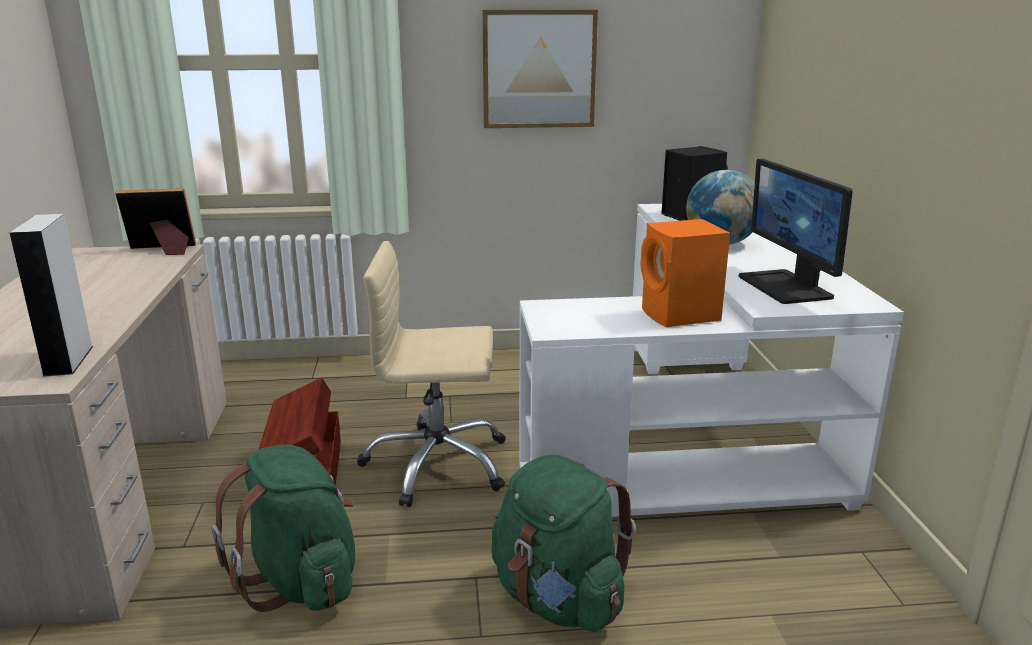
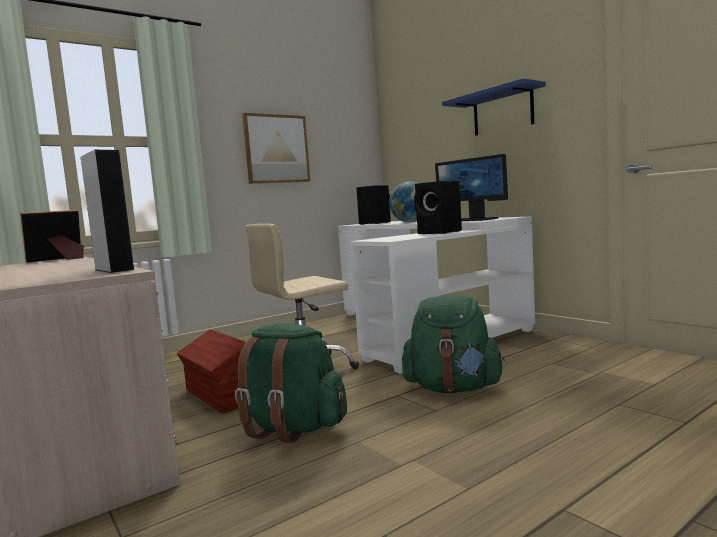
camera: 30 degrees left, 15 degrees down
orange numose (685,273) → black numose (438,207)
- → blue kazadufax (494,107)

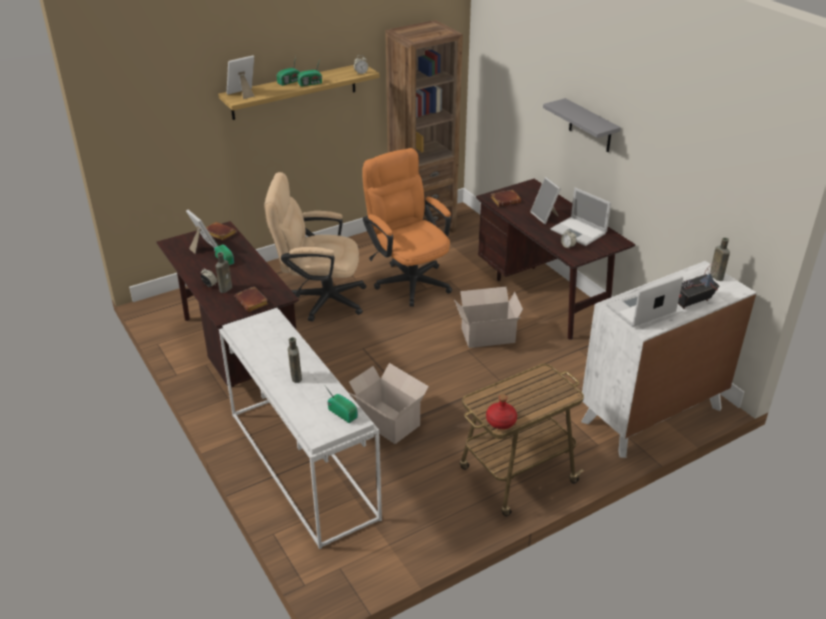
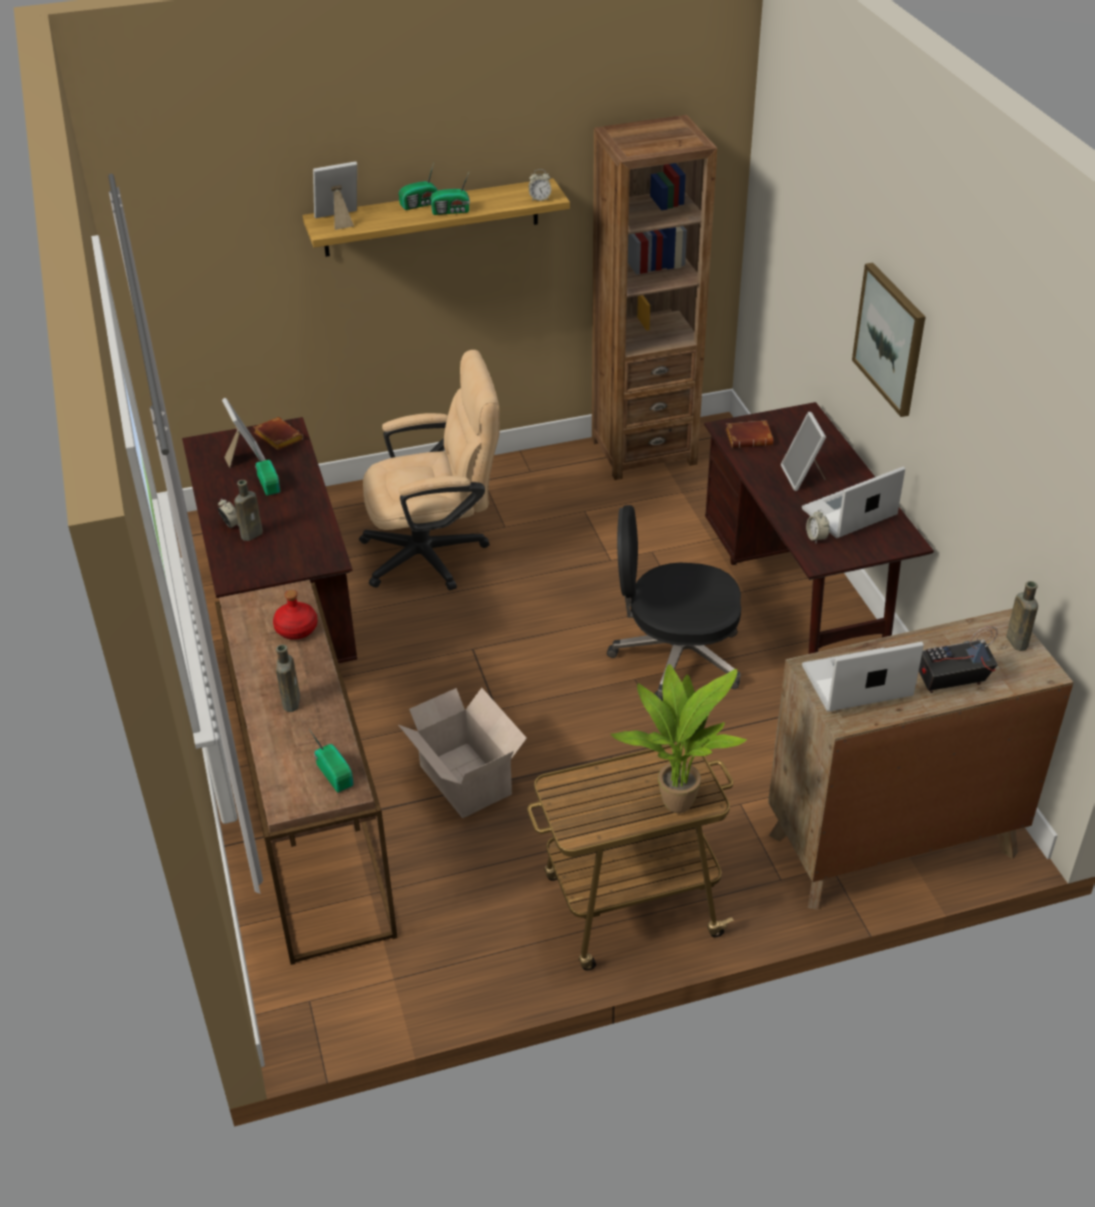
camera: 15 degrees right, 5 degrees up
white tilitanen (300,428) → brown tilitanen (306,772)
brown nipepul (251,299) → -
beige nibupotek (315,247) → beige nibupotek (429,470), 150 degrees clockwise
orange nibupotek (407,227) → -
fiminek (488,317) → black nibupotek (674,603)
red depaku (501,411) → red depaku (295,615), relocated
grey kazadufax (582,125) → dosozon (888,340)
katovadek (580,217) → katovadek (853,502), 90 degrees clockwise
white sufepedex (669,359) → brown sufepedex (921,759)
- → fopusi (679,738)

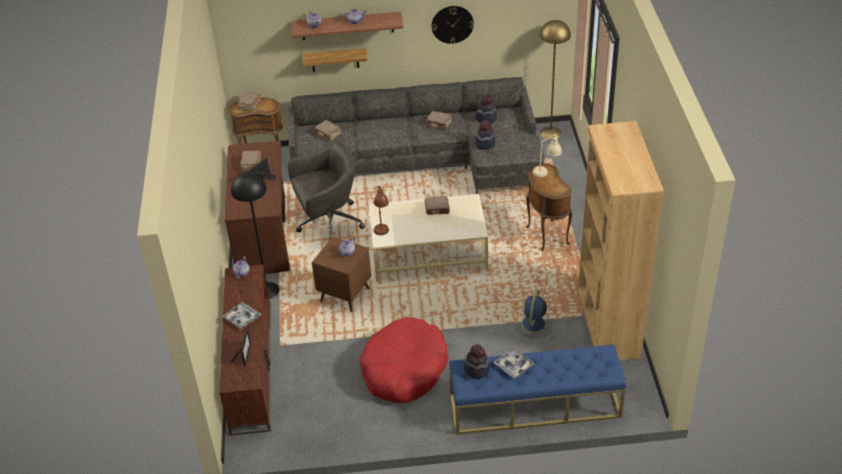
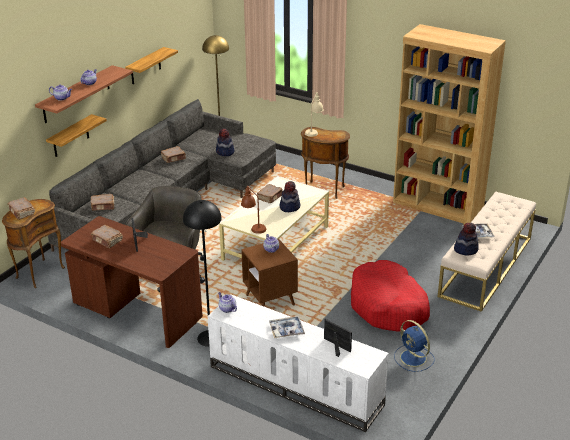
camera: 55 degrees left, 10 degrees down
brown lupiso (245,350) → white lupiso (298,363)
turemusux (453,25) → kazadufax (151,65)
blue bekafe (537,389) → beige bekafe (487,252)
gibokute (486,109) → gibokute (290,196), relocated
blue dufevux (534,313) → blue dufevux (414,346), relocated

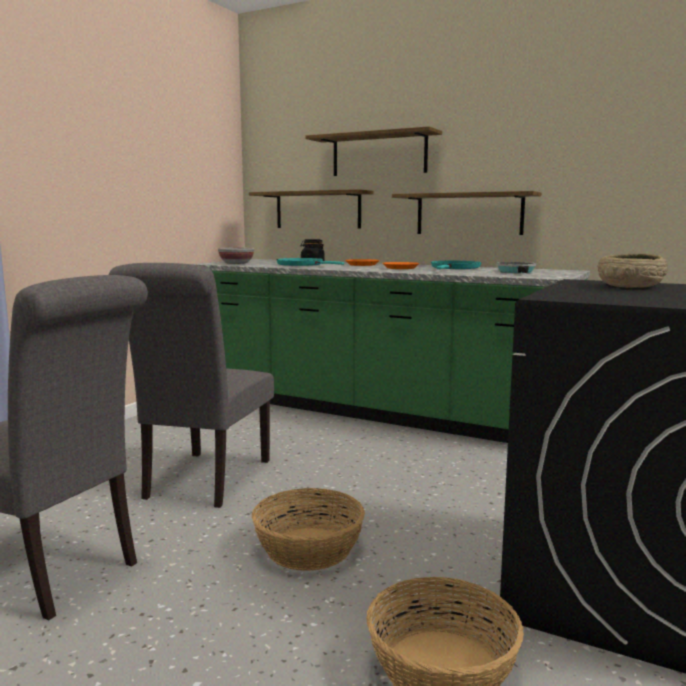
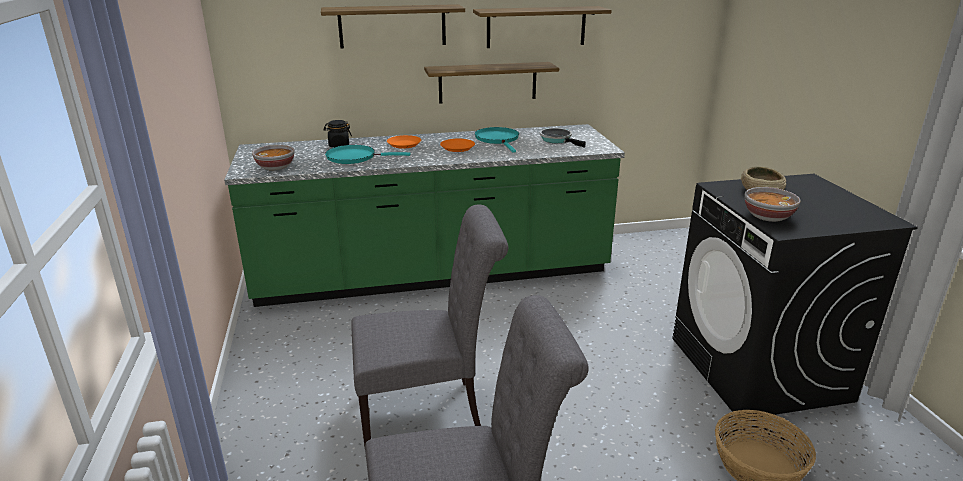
camera: 40 degrees left, 15 degrees up
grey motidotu (191,385) → grey motidotu (429,326), 75 degrees counterclockwise
kazadufax (311,209) → kazadufax (542,27), relocated
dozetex (308,529) → -
- → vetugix (772,204)

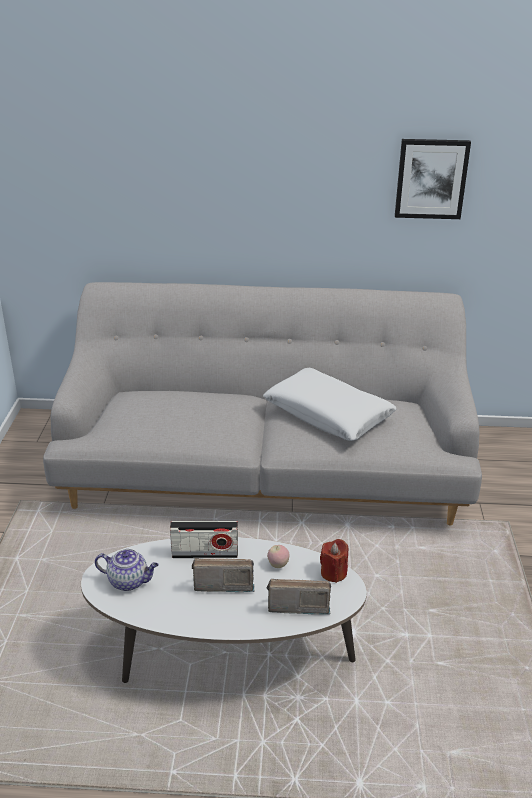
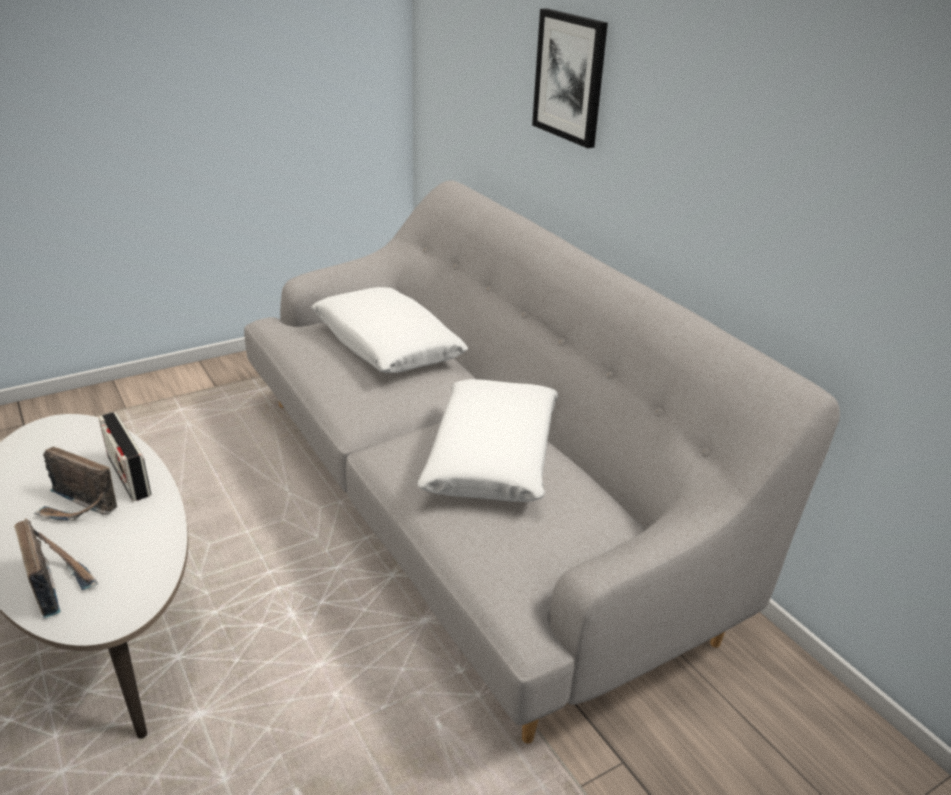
camera: 55 degrees right, 0 degrees up
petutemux (127,570) → -
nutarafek (223,575) → nutarafek (76,484), 150 degrees clockwise
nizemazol (278,556) → -
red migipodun (334,561) → -
dosozon (433,179) → dosozon (570,78), relocated
- → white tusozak (390,330)

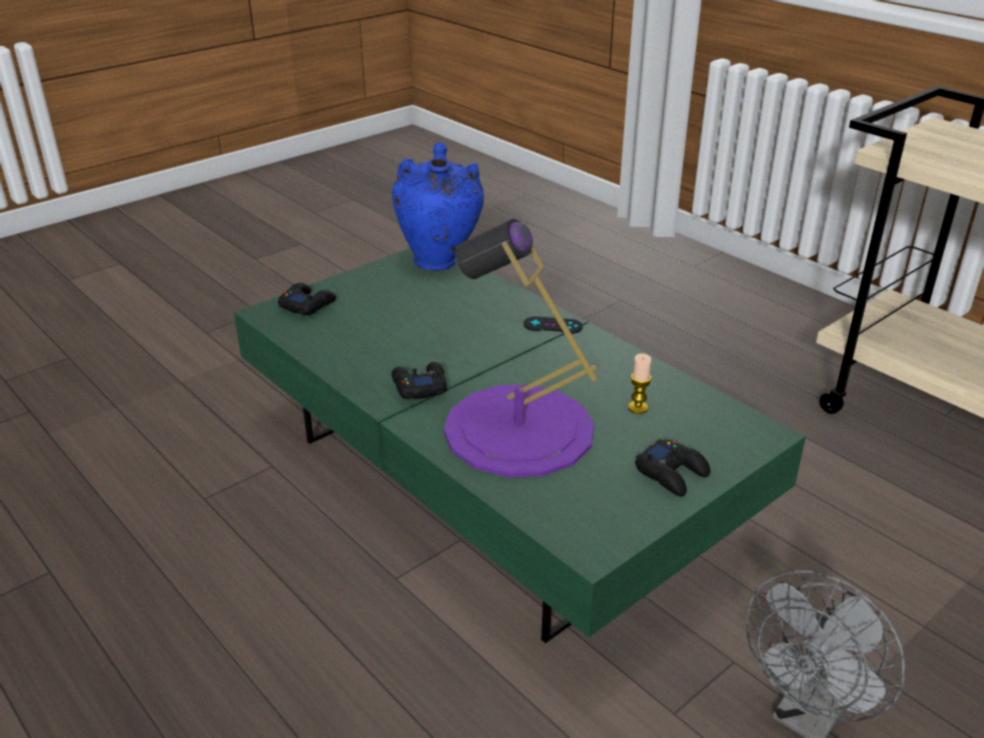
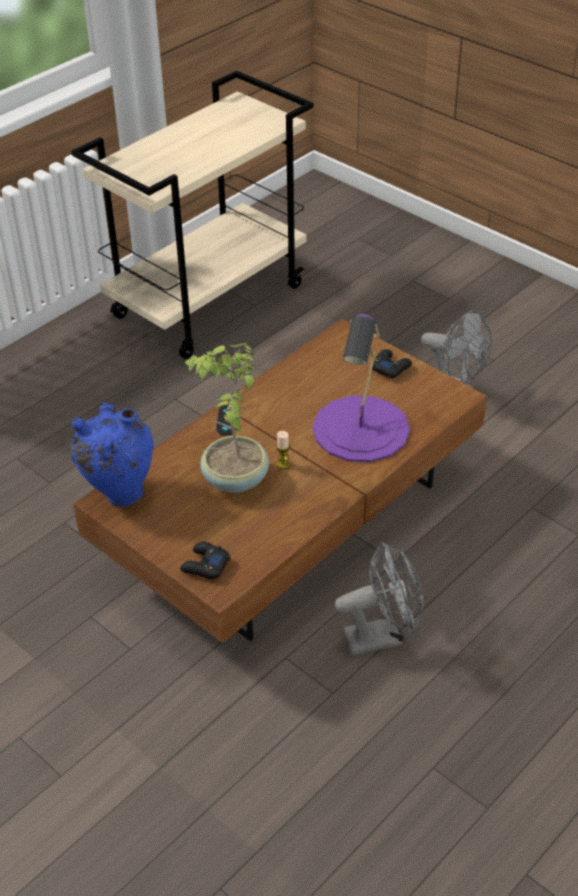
camera: 95 degrees left, 10 degrees up
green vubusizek (520,445) → brown vubusizek (280,481)
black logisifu (419,380) → -
migipodun (640,383) → migipodun (283,450), relocated
- → fopusi (227,418)
- → grey dufevux (379,599)

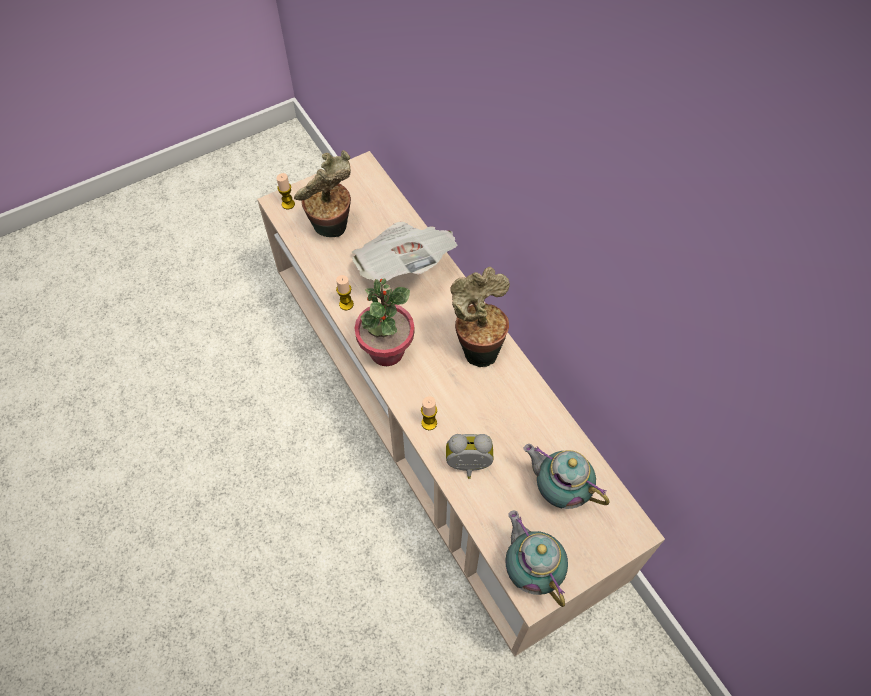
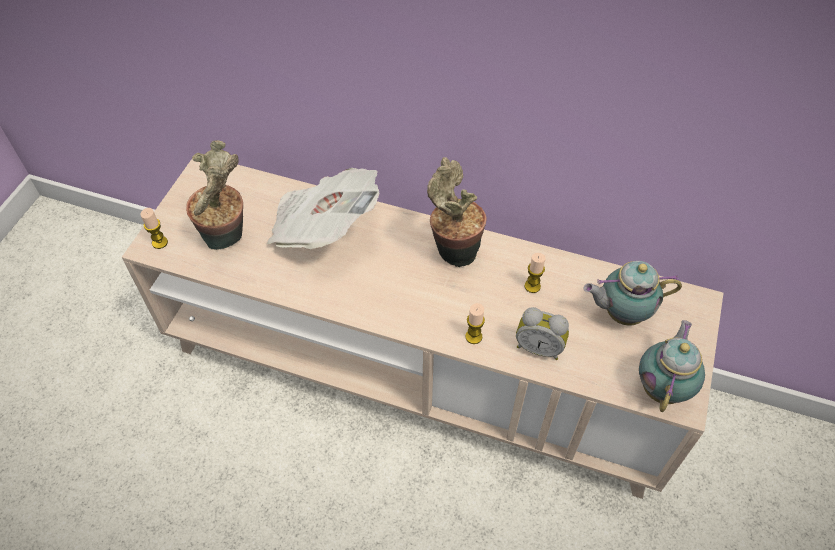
camera: 40 degrees left, 5 degrees down
migipodun (345,293) → migipodun (535,273), relocated
fopusi (385,322) → -
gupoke (470,456) → gupoke (542,333), 120 degrees counterclockwise
petutemux (537,559) → petutemux (672,366), 90 degrees clockwise

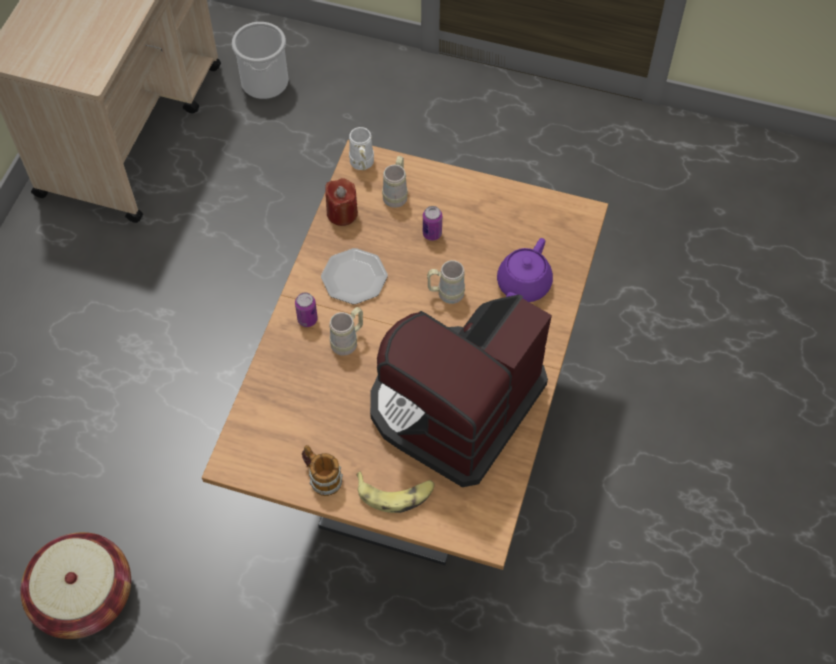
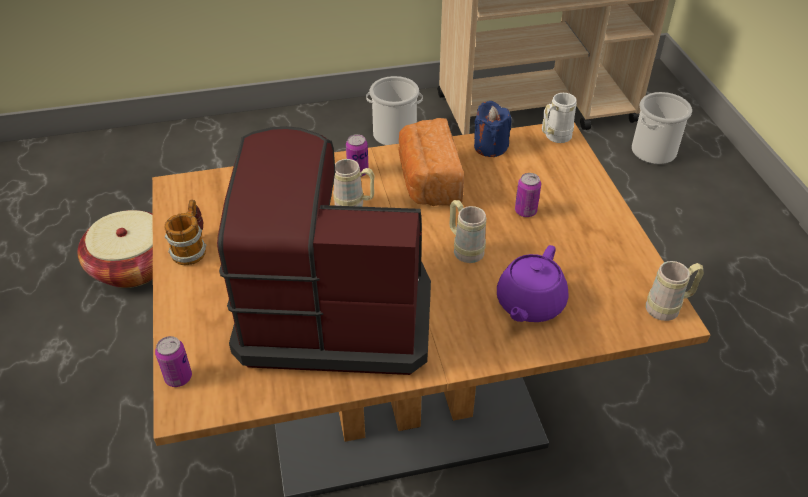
camera: 60 degrees right, 15 degrees down
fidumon (354,276) → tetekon (431,162)
red migipodun (341,202) → blue migipodun (493,129)
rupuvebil (395,492) → -
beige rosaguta (395,182) → beige rosaguta (675,291), relocated
purple petutemux (525,270) → purple petutemux (533,283), 60 degrees counterclockwise
- → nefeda (173,361)
- → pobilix (394,110)

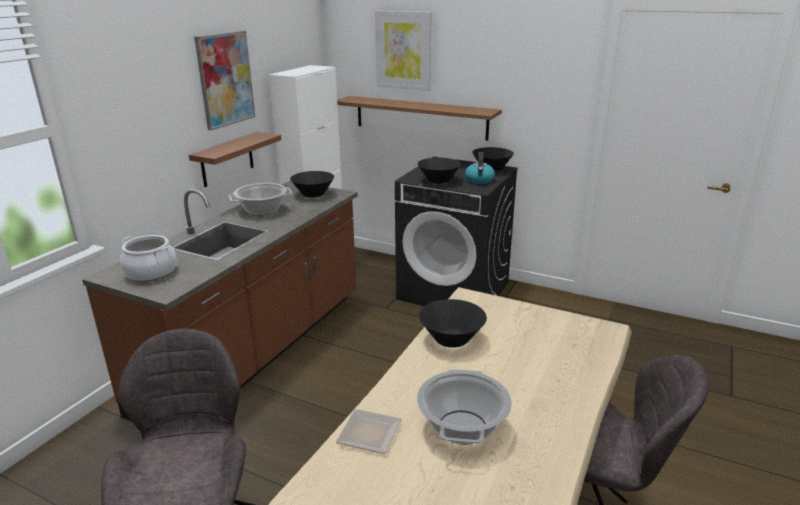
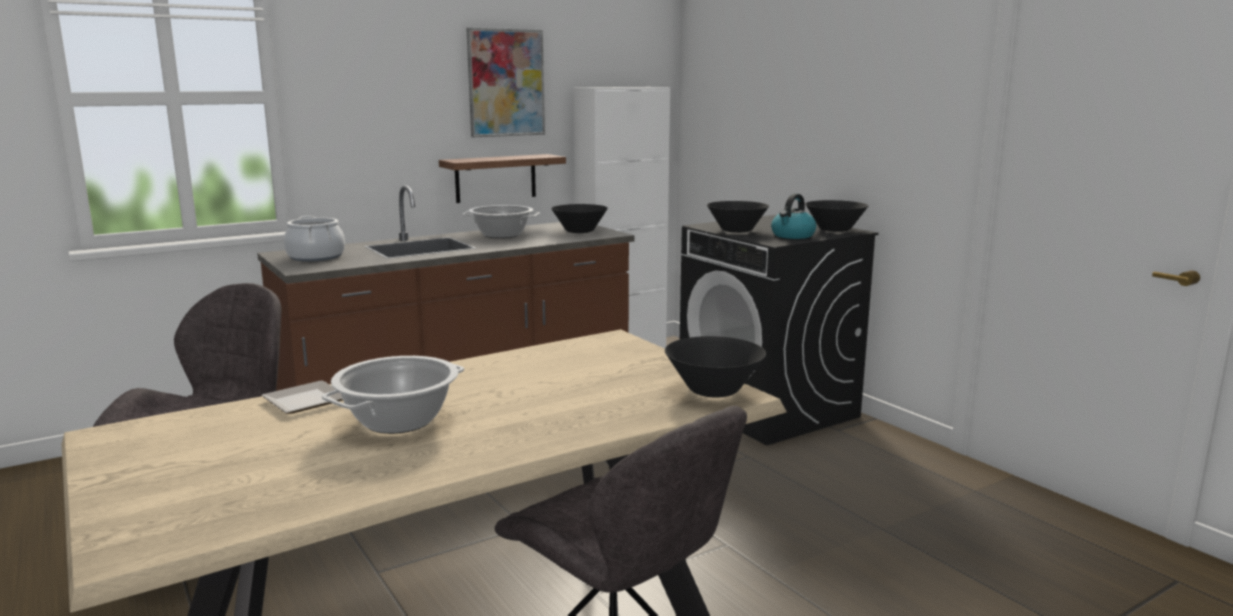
camera: 30 degrees right, 10 degrees down
brown kazadufax (419,118) → -
dosozon (403,51) → -
black vetugix (453,323) → black vetugix (715,367), relocated

